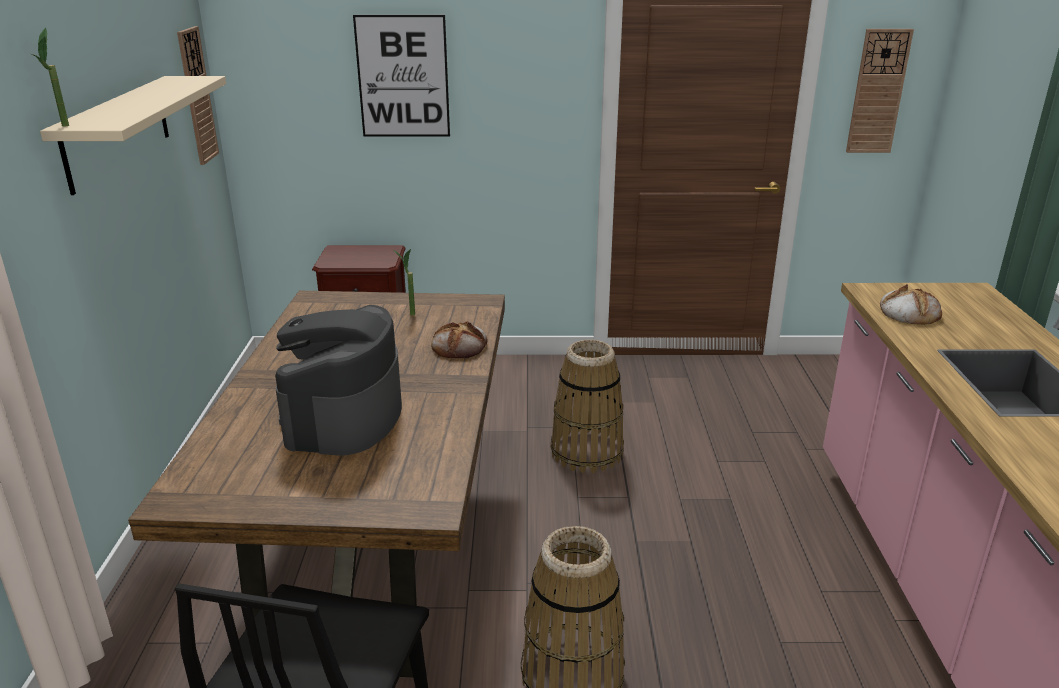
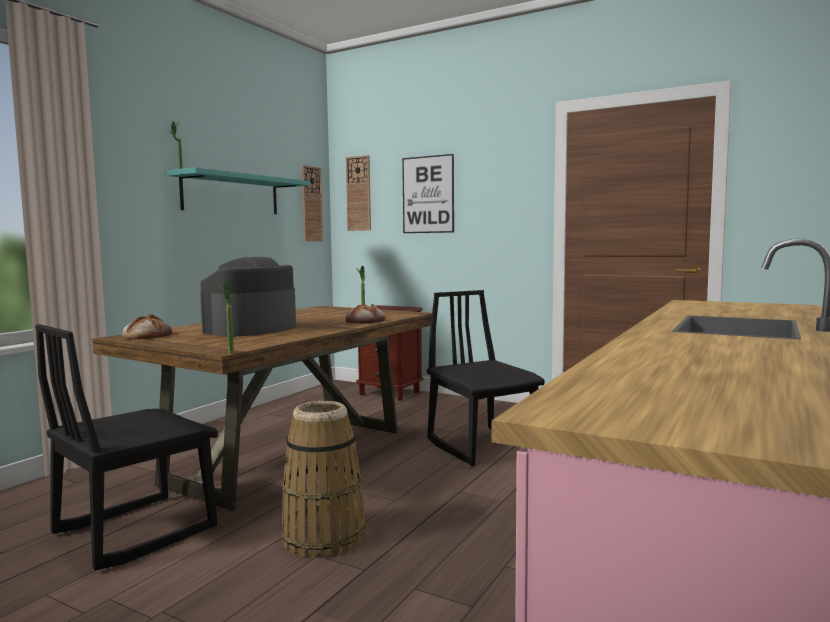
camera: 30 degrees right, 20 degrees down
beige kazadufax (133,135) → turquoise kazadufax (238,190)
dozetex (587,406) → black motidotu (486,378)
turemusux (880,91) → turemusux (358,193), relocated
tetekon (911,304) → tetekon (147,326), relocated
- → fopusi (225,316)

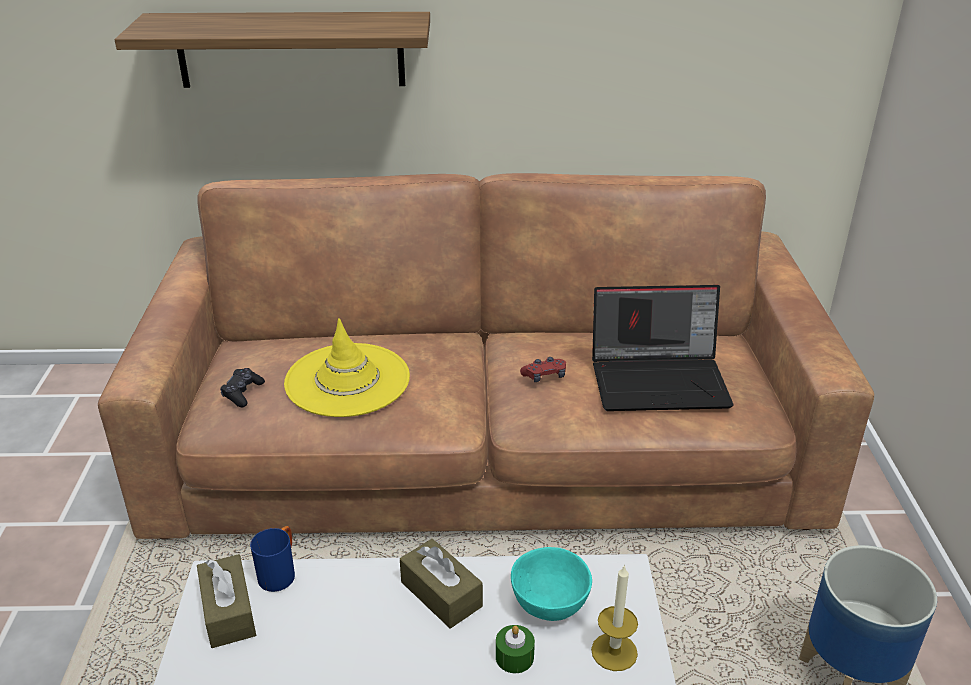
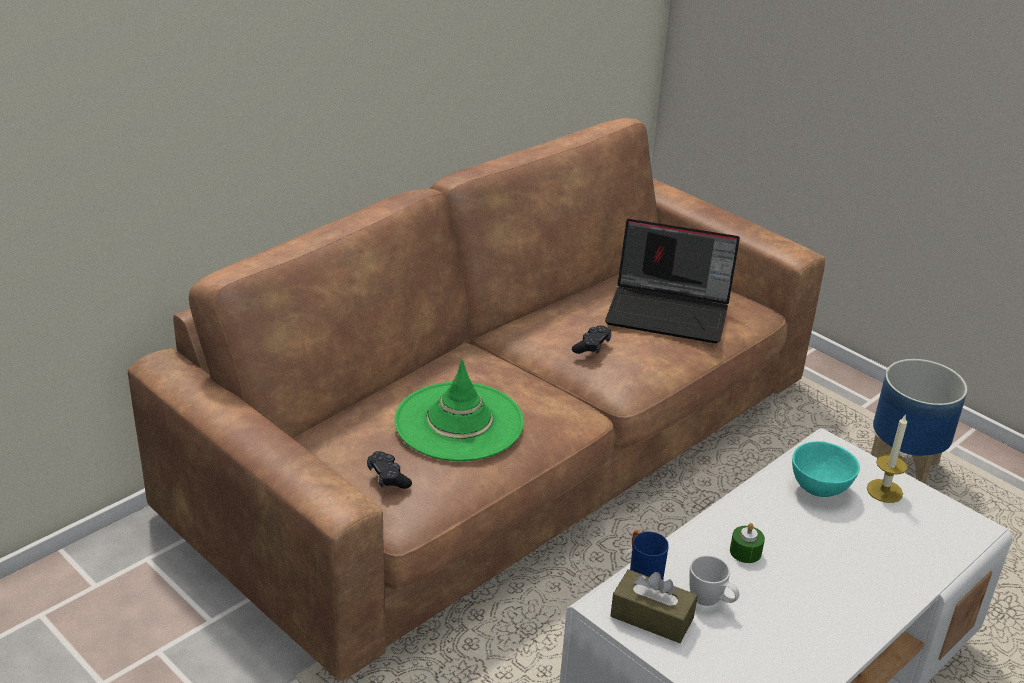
camera: 45 degrees left, 0 degrees up
kazadufax (272,50) → -
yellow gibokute (347,367) → green gibokute (459,410)
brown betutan (441,583) → -
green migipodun (515,649) → green migipodun (747,543), relocated
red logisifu (543,369) → black logisifu (592,340)
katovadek (662,348) → katovadek (672,281), 60 degrees clockwise
- → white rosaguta (714,580)

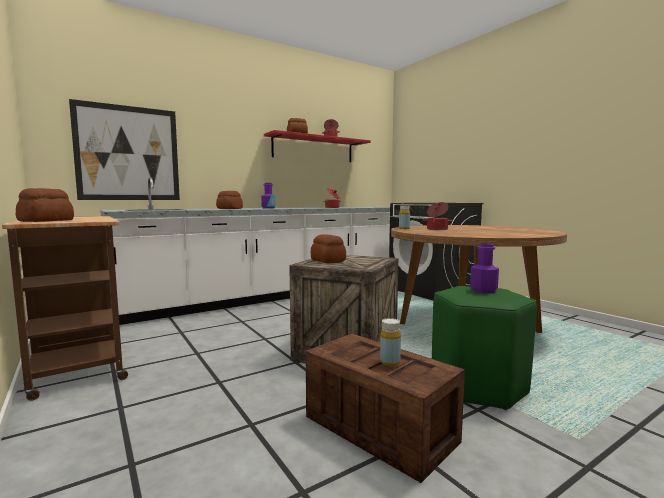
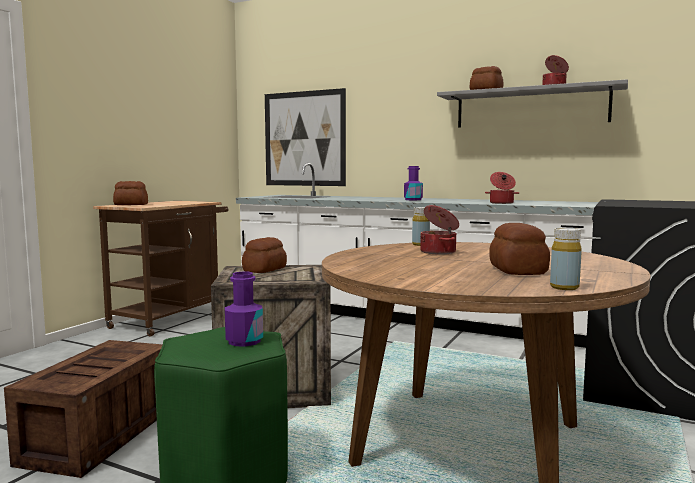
camera: 60 degrees right, 0 degrees up
tetekon (229,200) → tetekon (519,249), relocated
red kazadufax (317,146) → grey kazadufax (532,103)
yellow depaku (390,342) → yellow depaku (566,259), relocated

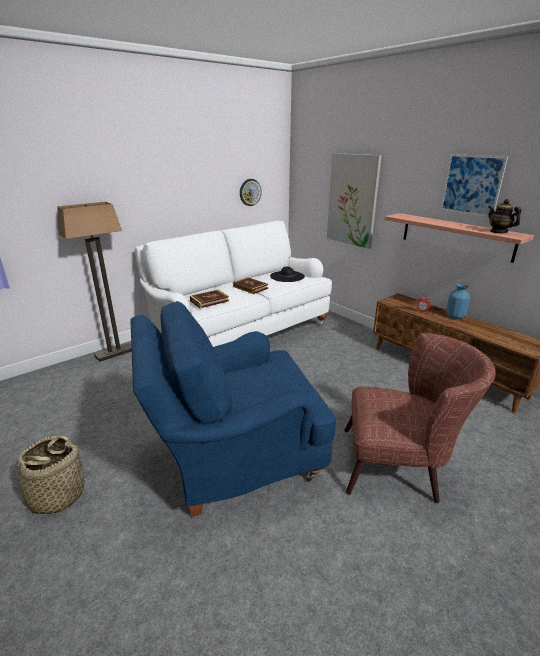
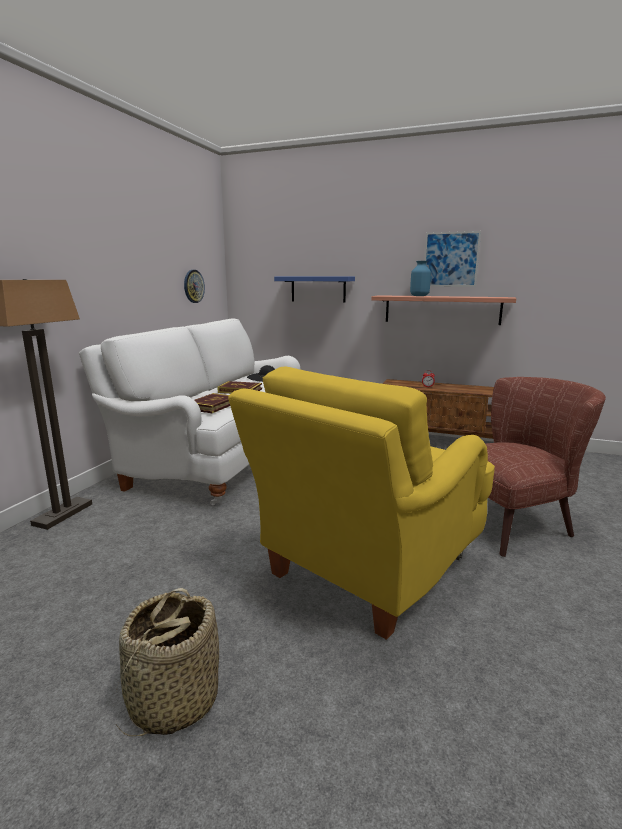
camera: 30 degrees left, 10 degrees down
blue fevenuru (233,409) → yellow fevenuru (361,503)
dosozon (354,201) → blue kazadufax (314,289)
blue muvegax (458,301) → blue muvegax (420,278), relocated
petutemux (505,216) → -

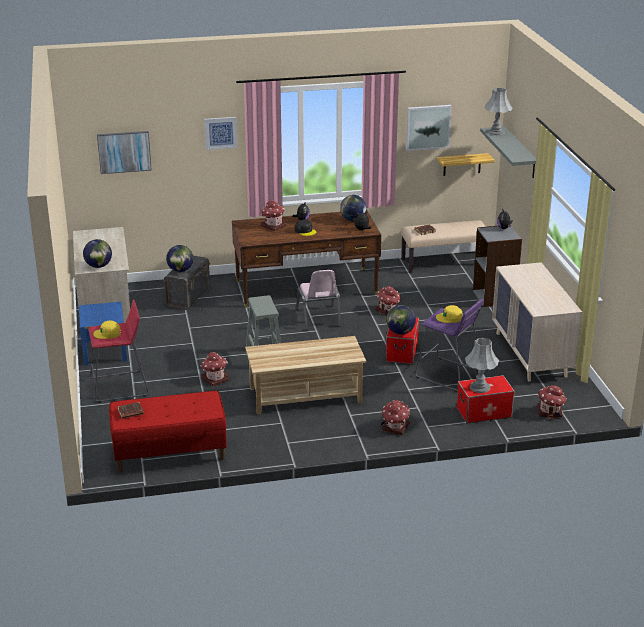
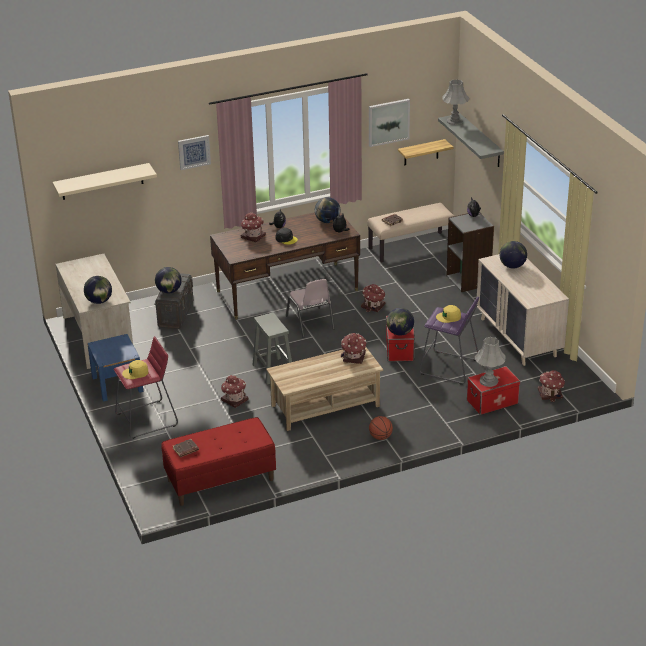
camera: 10 degrees left, 5 degrees up
dosozon (124,152) → beige kazadufax (104,181)
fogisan (395,417) → fogisan (354,348), relocated
- → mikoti (381,428)
- → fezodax (513,255)

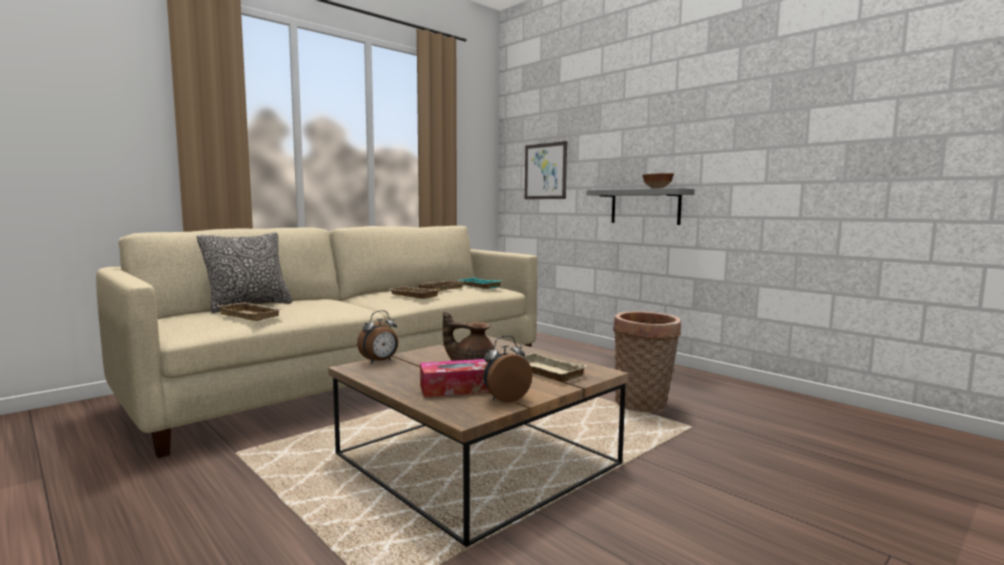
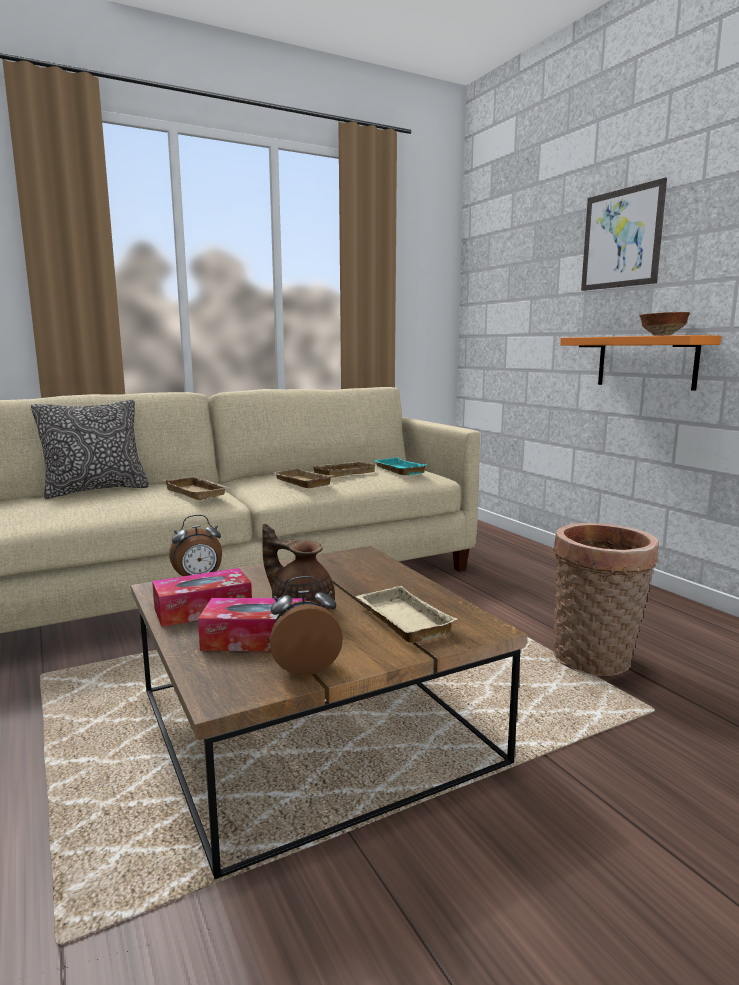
camera: 15 degrees right, 5 degrees up
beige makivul (250,311) → beige makivul (196,488), relocated
dosozon (546,170) → dosozon (624,234), relocated
grey kazadufax (641,206) → orange kazadufax (640,363)
- → betutan (202,597)

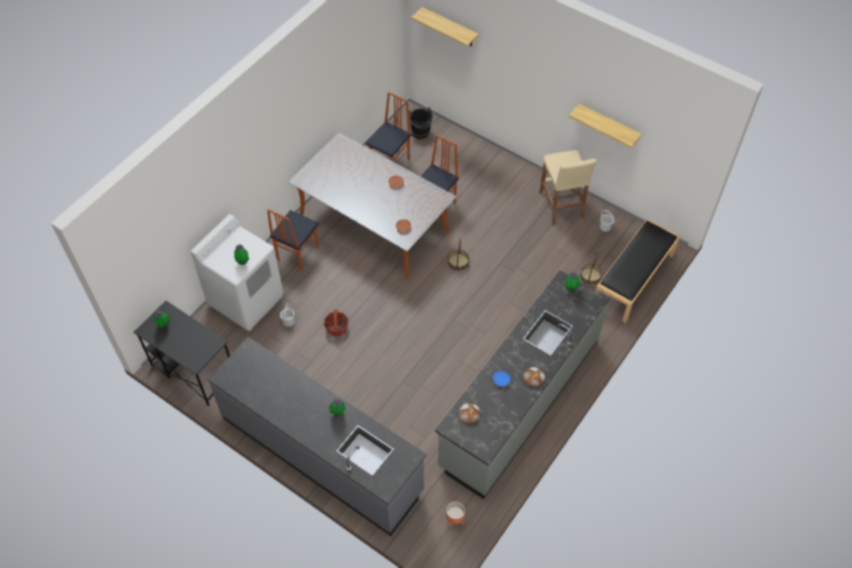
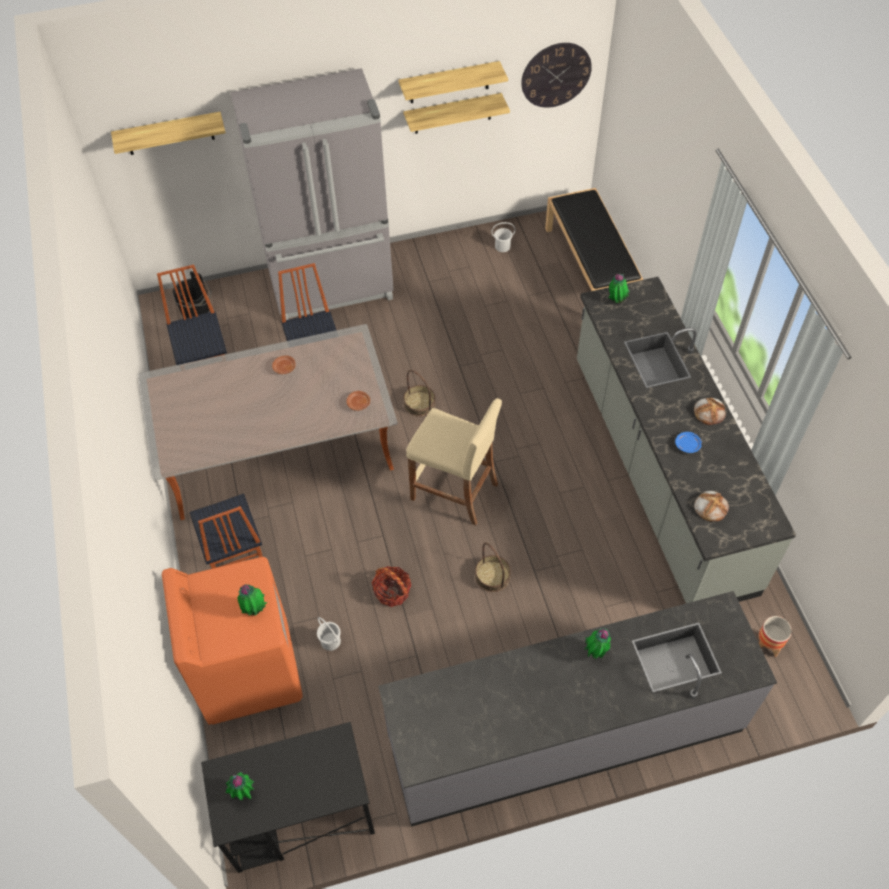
camera: 50 degrees left, 0 degrees up
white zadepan (237,272) → orange zadepan (232,641)
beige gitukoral (567,187) → beige gitukoral (454,461), relocated
dozetex (591,269) → dozetex (493,567), relocated
- → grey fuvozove (312,194)
- → kazadufax (453,82)
- → turemusux (556,75)

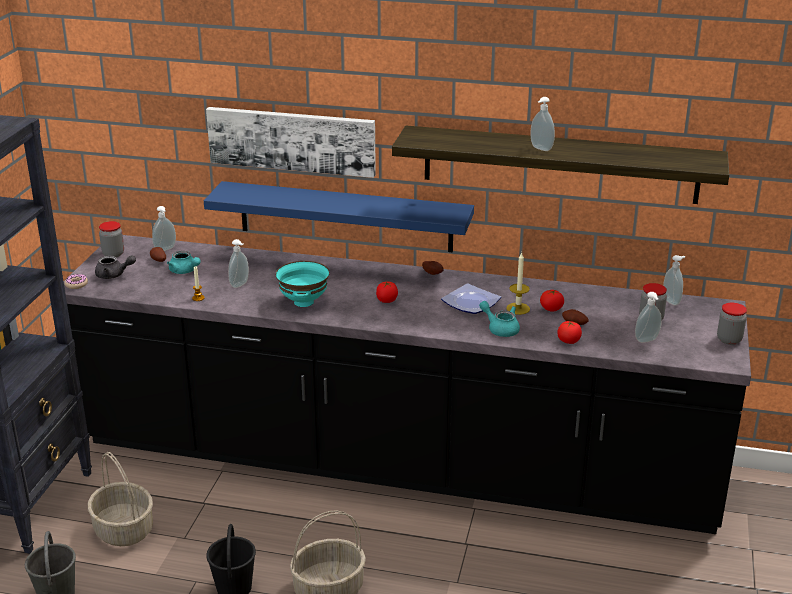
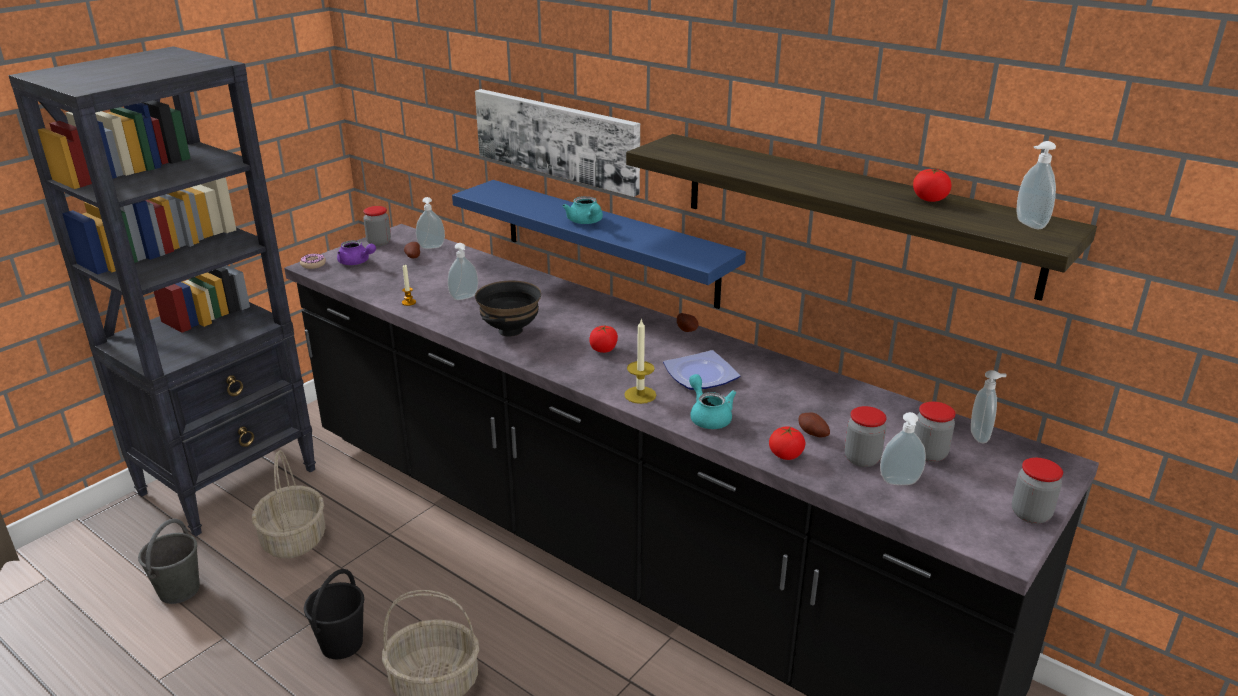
camera: 25 degrees right, 0 degrees up
grey petutemux (115,267) → purple petutemux (356,252)
turquoise petutemux (184,262) → turquoise petutemux (582,210), relocated
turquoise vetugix (303,284) → black vetugix (508,309)
migipodun (518,283) → migipodun (640,361), relocated
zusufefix (542,124) → zusufefix (1036,185), relocated
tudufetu (552,301) → tudufetu (932,185), relocated
- → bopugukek (866,436)

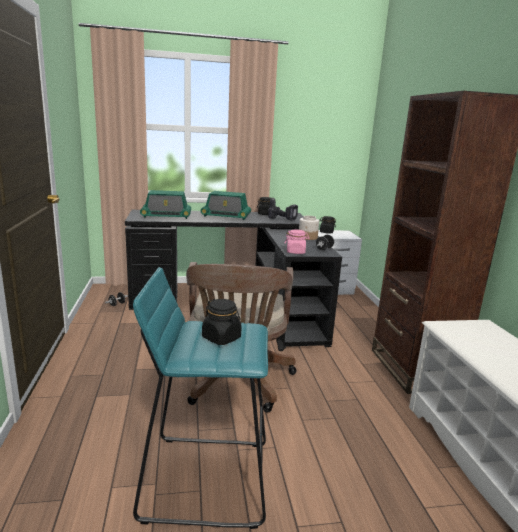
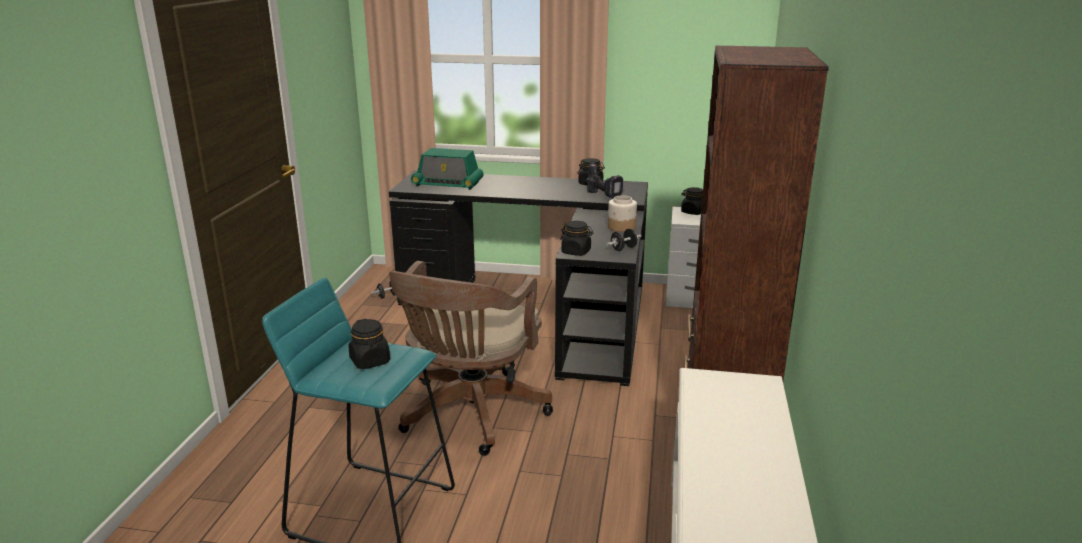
camera: 20 degrees right, 5 degrees up
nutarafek (226,205) → -
pink bopugukek (297,242) → black bopugukek (577,238)

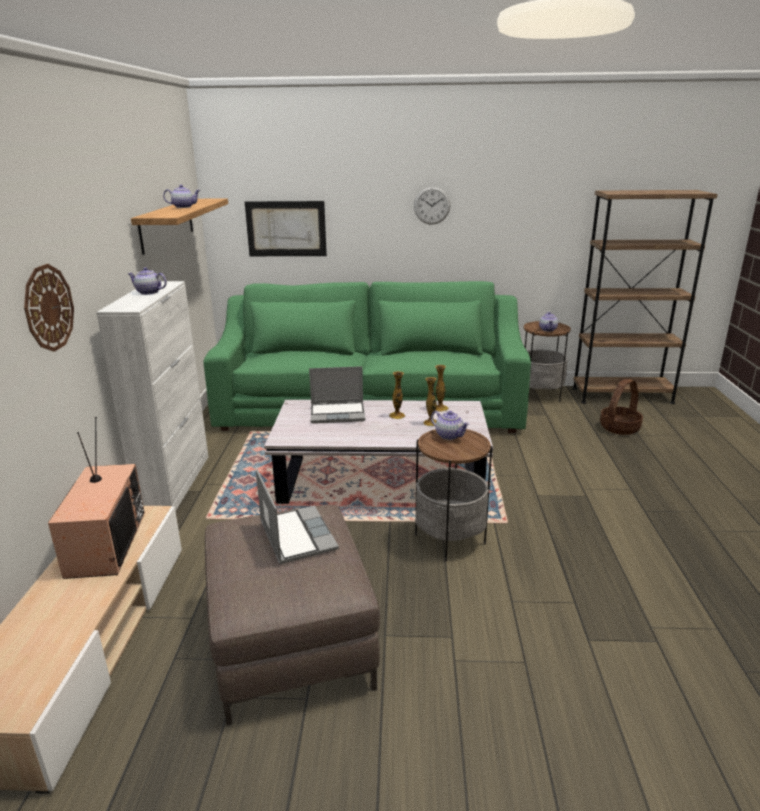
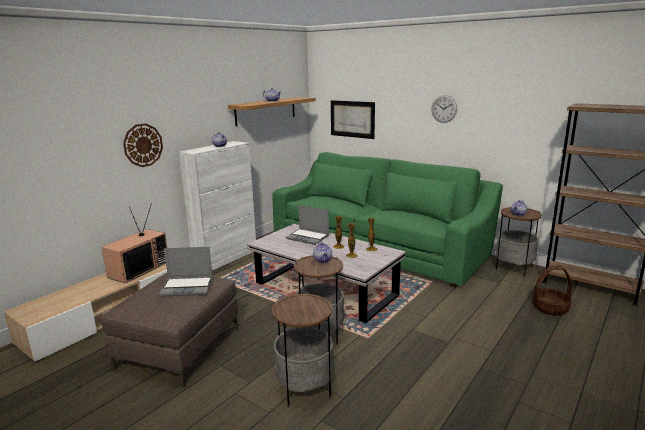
camera: 35 degrees right, 5 degrees down
katovadek (297,516) → katovadek (186,272), 75 degrees clockwise
- → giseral (303,350)

